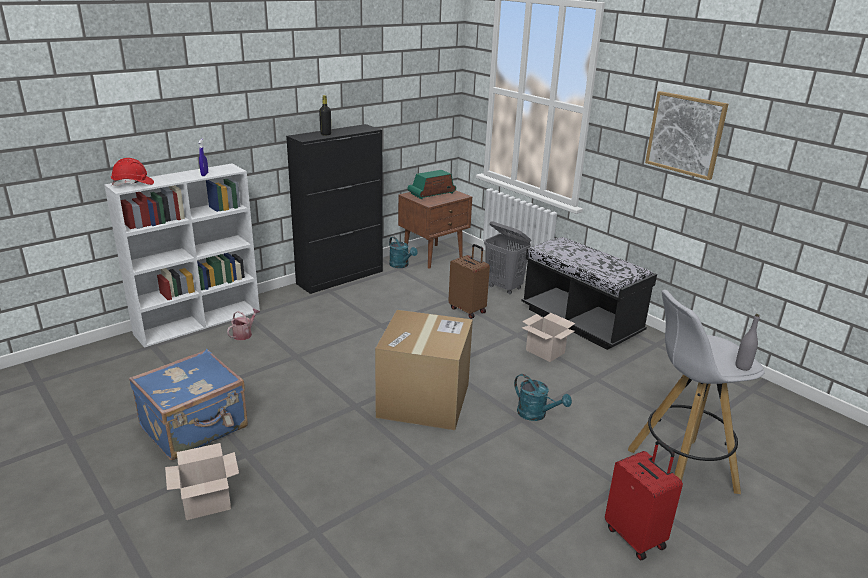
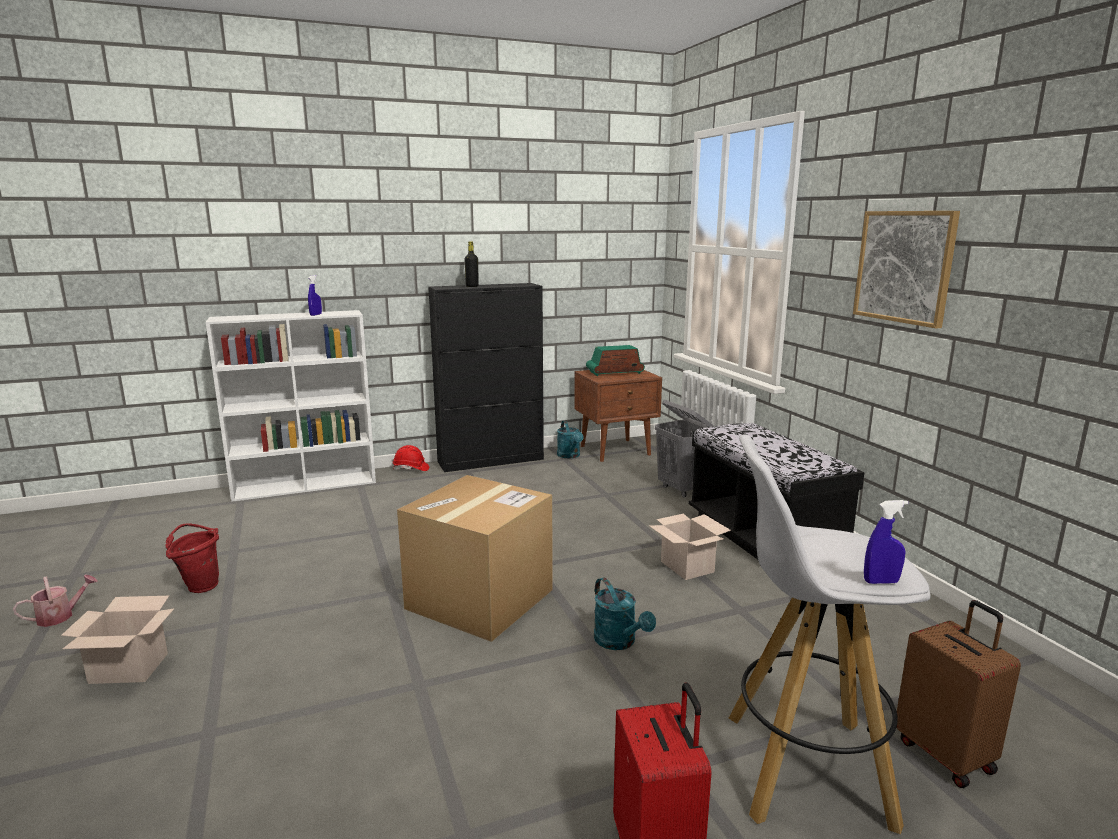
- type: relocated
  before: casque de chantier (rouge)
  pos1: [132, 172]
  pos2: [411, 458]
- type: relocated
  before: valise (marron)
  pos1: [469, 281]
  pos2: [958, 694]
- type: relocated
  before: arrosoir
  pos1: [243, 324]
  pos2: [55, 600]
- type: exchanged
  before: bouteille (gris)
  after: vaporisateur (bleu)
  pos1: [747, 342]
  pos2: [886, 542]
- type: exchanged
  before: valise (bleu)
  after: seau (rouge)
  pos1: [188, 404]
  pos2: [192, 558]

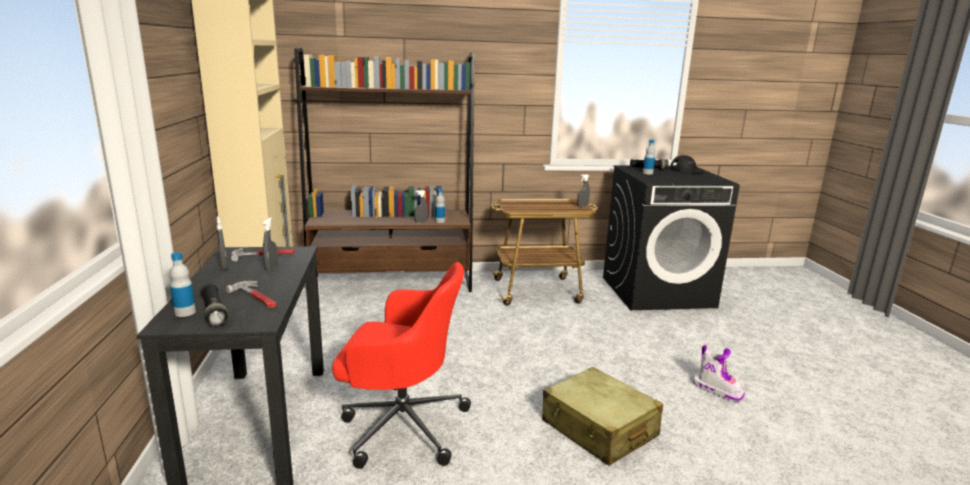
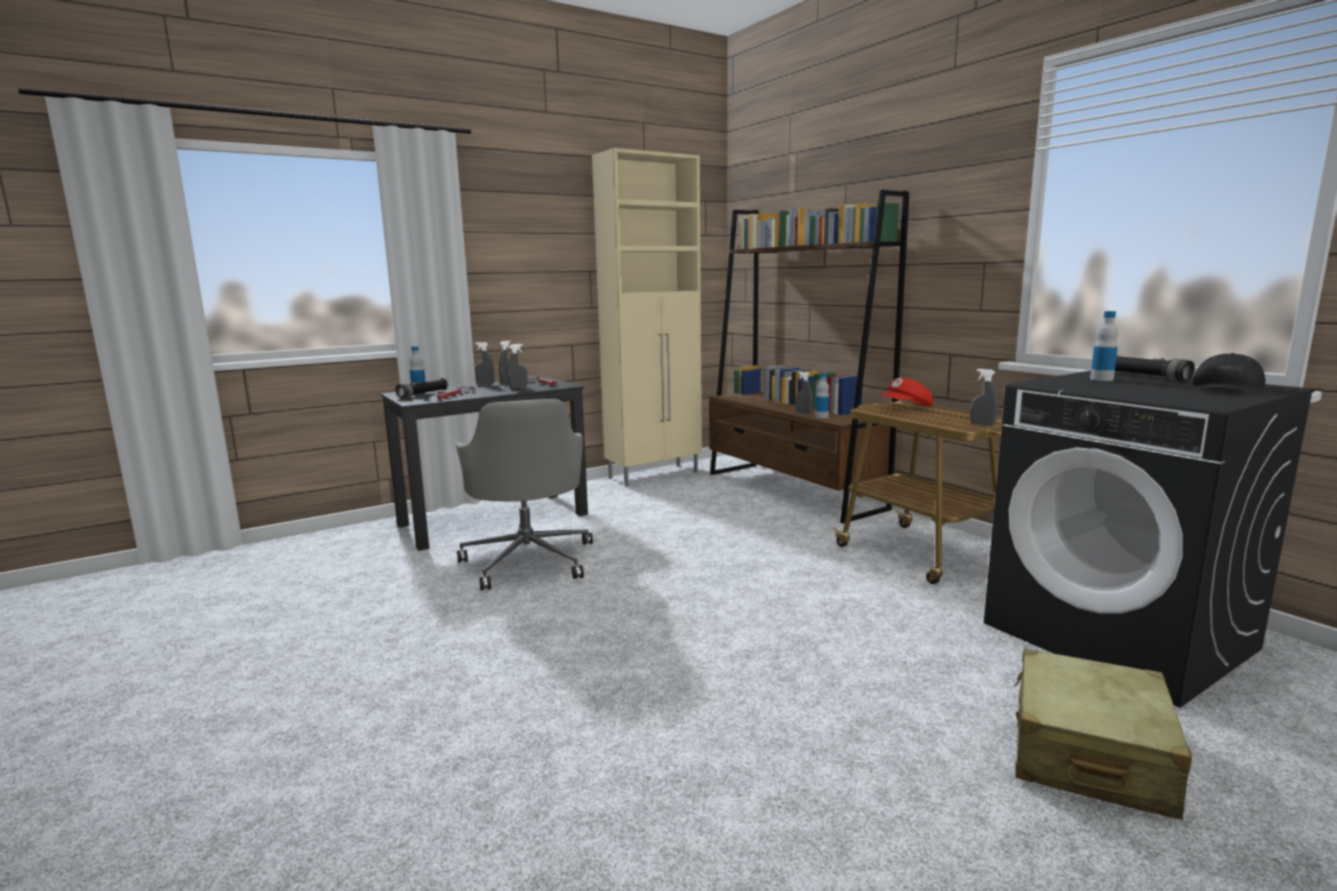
- type: colour
  before: chaise de bureau (rouge)
  after: chaise de bureau (gris)
  pos1: [401, 365]
  pos2: [524, 494]
- type: missing
  before: botte
  pos1: [719, 373]
- type: relocated
  before: valise (beige)
  pos1: [602, 416]
  pos2: [1103, 734]
- type: appeared
  after: vaporisateur (gris)
  pos2: [484, 363]
- type: appeared
  after: casquette (rouge)
  pos2: [906, 391]

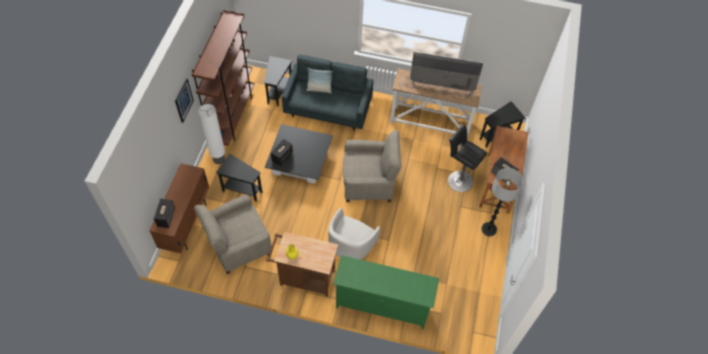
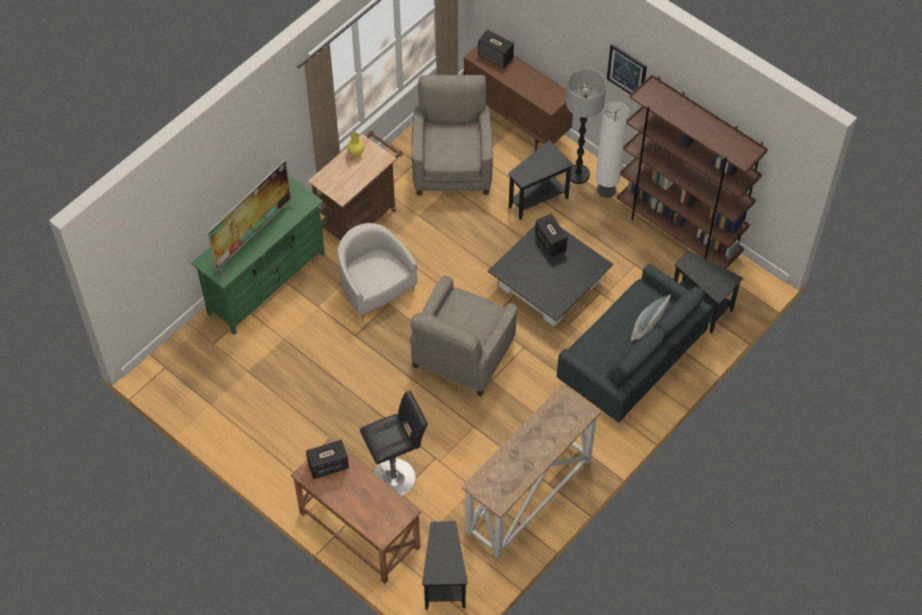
- type: relocated
  before: téléviseur
  pos1: [446, 75]
  pos2: [253, 219]
- type: relocated
  before: lampadaire
  pos1: [502, 202]
  pos2: [586, 126]

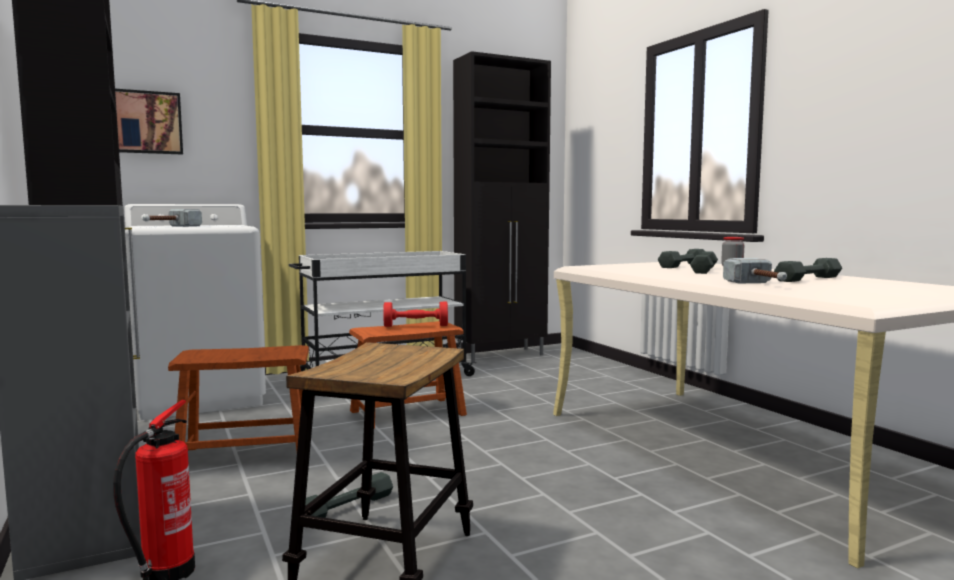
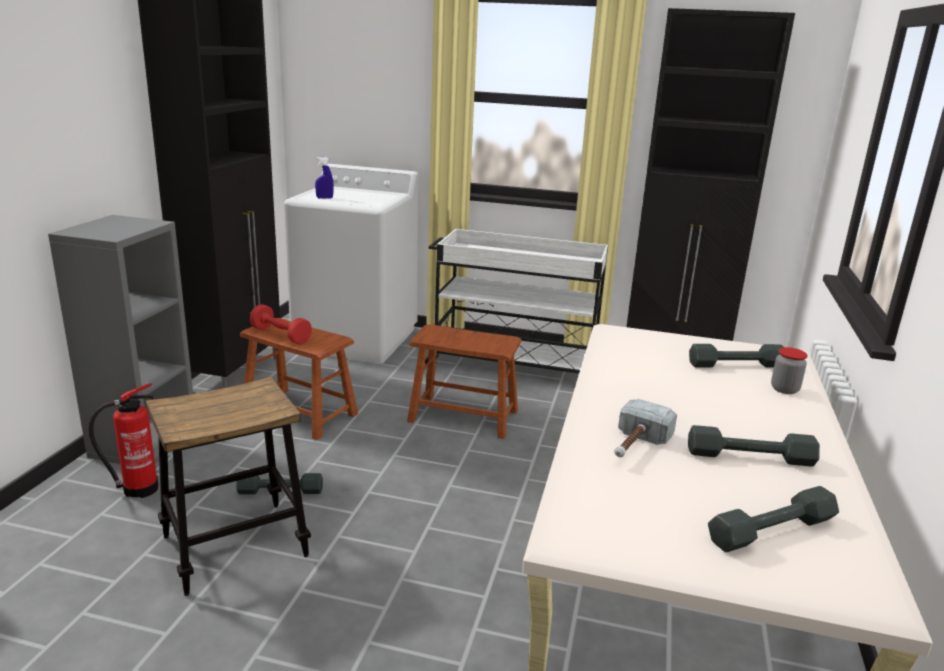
- type: missing
  before: tableau
  pos1: [149, 122]
- type: exchanged
  before: marteau
  after: vaporisateur (bleu)
  pos1: [172, 218]
  pos2: [324, 178]
- type: relocated
  before: haltère (gris)
  pos1: [704, 262]
  pos2: [773, 519]
- type: relocated
  before: haltère (rouge)
  pos1: [415, 314]
  pos2: [281, 324]

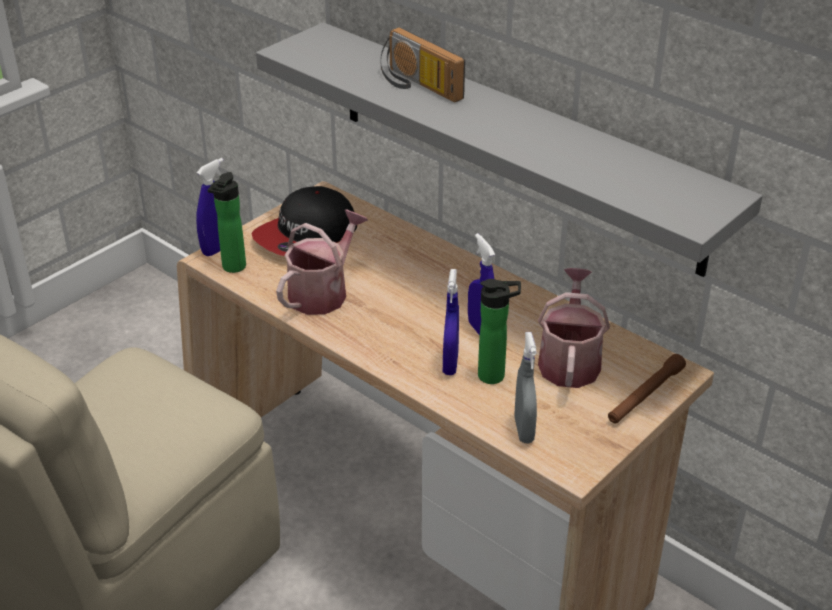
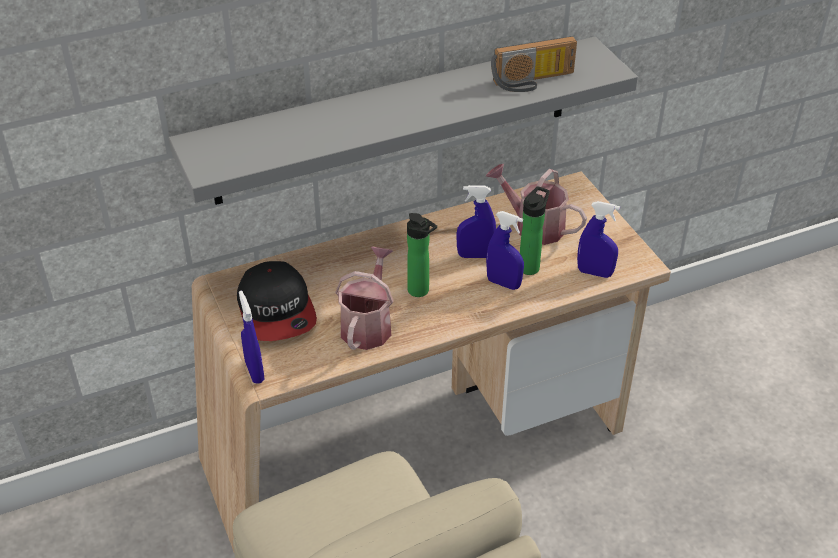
- type: relocated
  before: radio
  pos1: [422, 64]
  pos2: [534, 64]
- type: relocated
  before: bouteille
  pos1: [227, 222]
  pos2: [422, 255]
- type: spun
  before: arrosoir
  pos1: [322, 262]
  pos2: [364, 298]
  turn: 45
- type: colour
  before: vaporisateur (gris)
  after: vaporisateur (bleu)
  pos1: [525, 388]
  pos2: [598, 239]
- type: missing
  before: lampe de poche (marron)
  pos1: [647, 389]

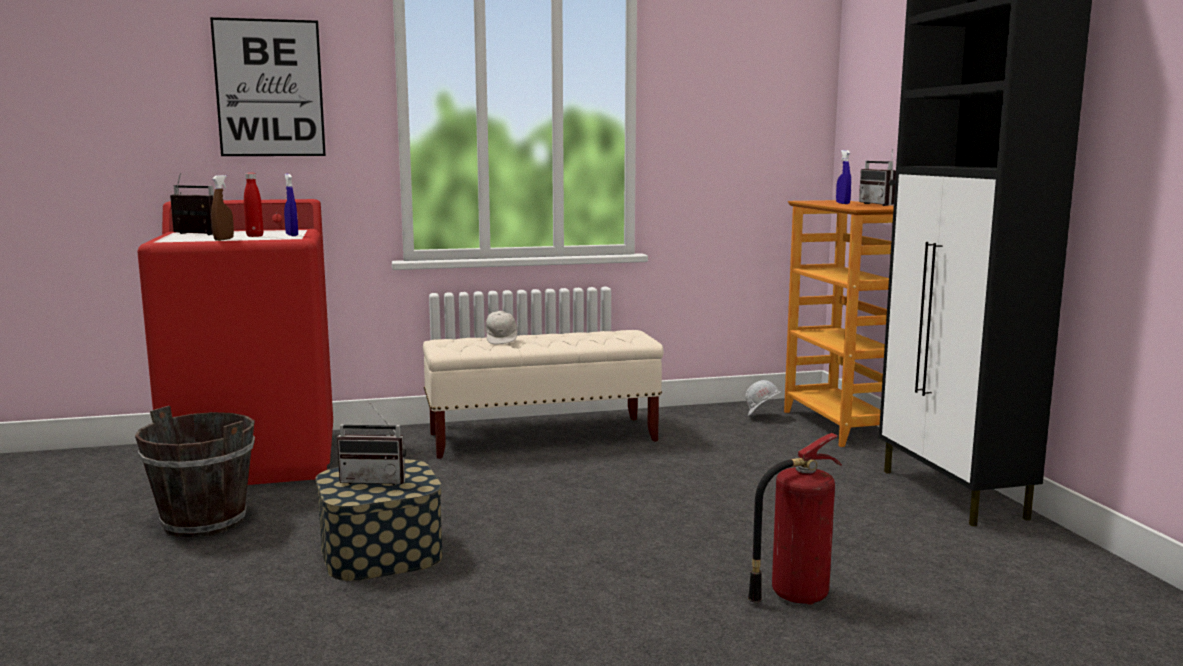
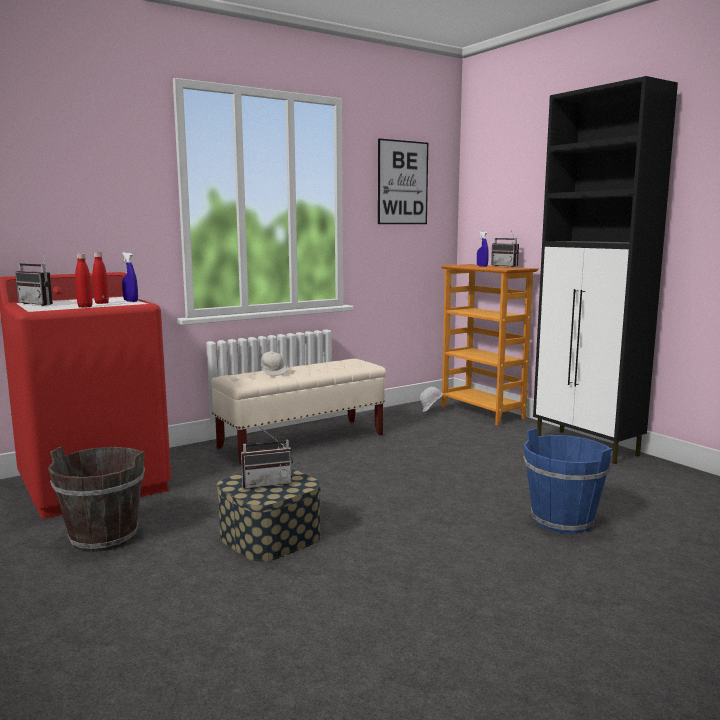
- type: relocated
  before: tableau
  pos1: [268, 86]
  pos2: [403, 181]
- type: spun
  before: radio
  pos1: [192, 204]
  pos2: [34, 279]
  turn: -150
- type: exchanged
  before: vaporisateur (marron)
  after: bouteille (rouge)
  pos1: [222, 208]
  pos2: [84, 280]
- type: exchanged
  before: extincteur
  after: seau (bleu)
  pos1: [795, 519]
  pos2: [568, 481]

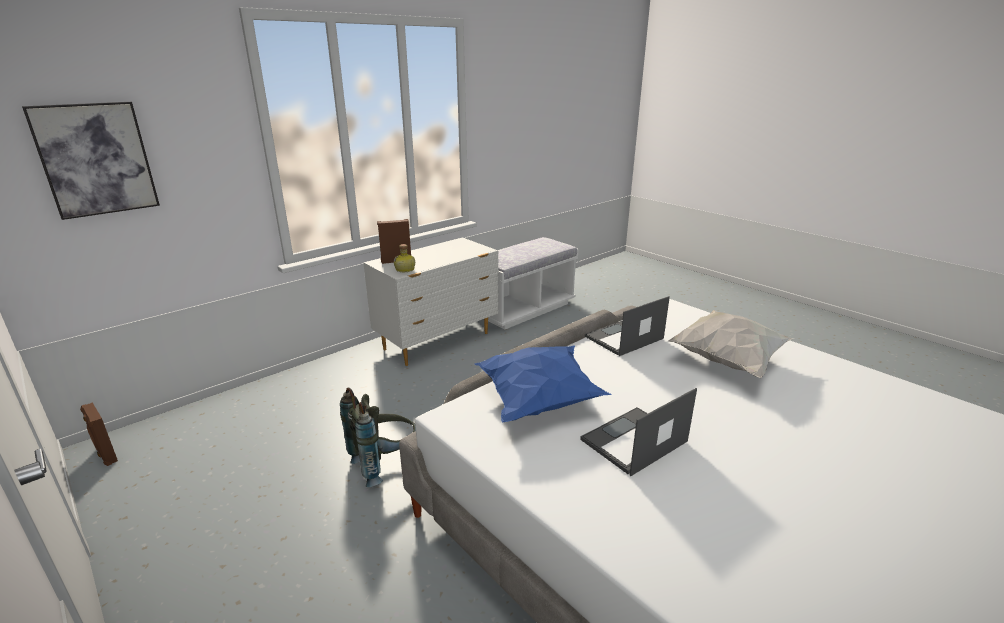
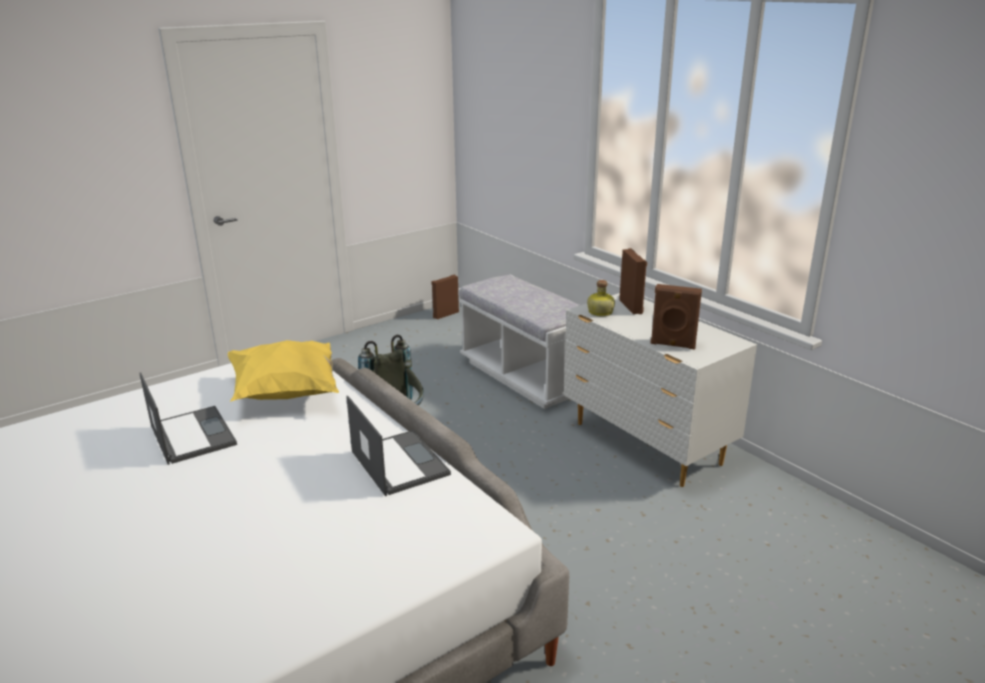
- type: missing
  before: tableau
  pos1: [91, 161]
- type: relocated
  before: banc (blanc)
  pos1: [533, 283]
  pos2: [519, 342]
- type: missing
  before: coussin (blanc)
  pos1: [731, 344]
- type: colour
  before: coussin (bleu)
  after: coussin (jaune)
  pos1: [543, 383]
  pos2: [283, 371]
- type: appeared
  after: enceinte (marron)
  pos2: [676, 317]

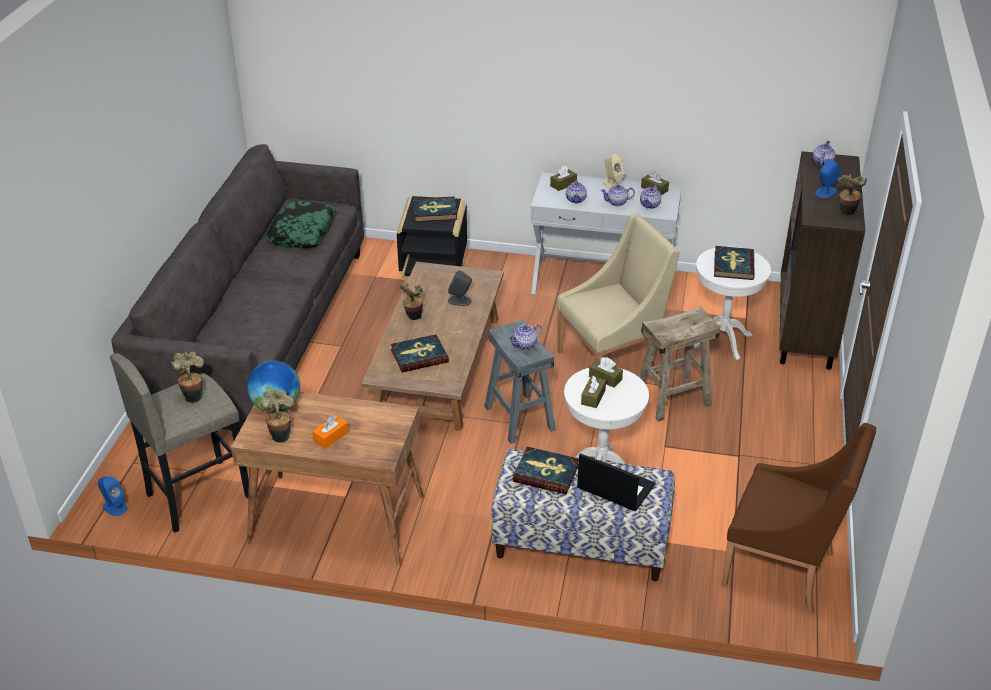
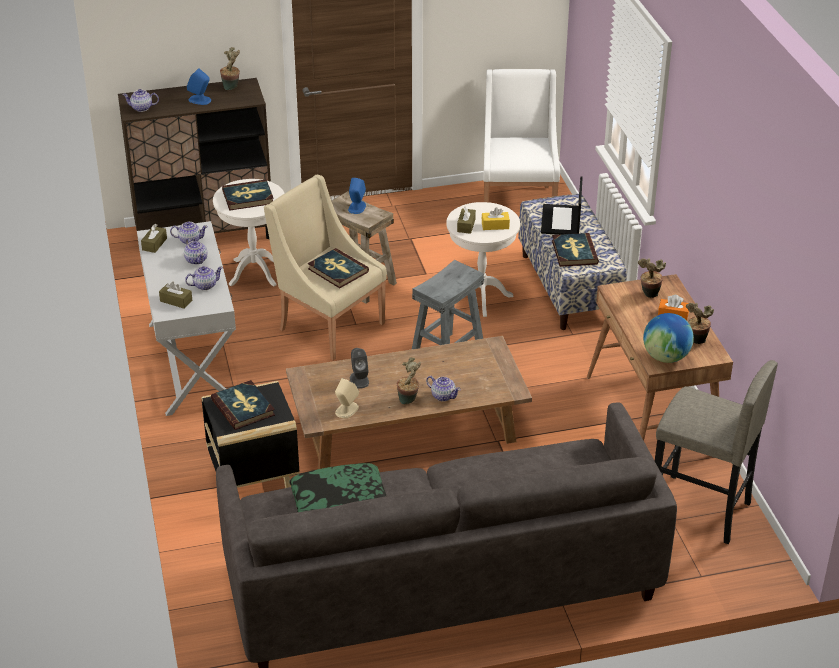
- type: relocated
  before: enceinte (beige)
  pos1: [613, 171]
  pos2: [347, 398]
- type: relocated
  before: théière
  pos1: [525, 337]
  pos2: [443, 388]
- type: relocated
  before: livre
  pos1: [420, 353]
  pos2: [338, 268]
- type: relocated
  before: plante en pot
  pos1: [187, 377]
  pos2: [652, 278]
- type: colour
  before: boîte à mouchoirs (marron)
  after: boîte à mouchoirs (jaune)
  pos1: [593, 392]
  pos2: [496, 218]
- type: colour
  before: fauteuil (marron)
  after: fauteuil (blanc)
  pos1: [799, 518]
  pos2: [521, 135]
- type: relocated
  before: enceinte (bleu)
  pos1: [112, 496]
  pos2: [357, 196]

